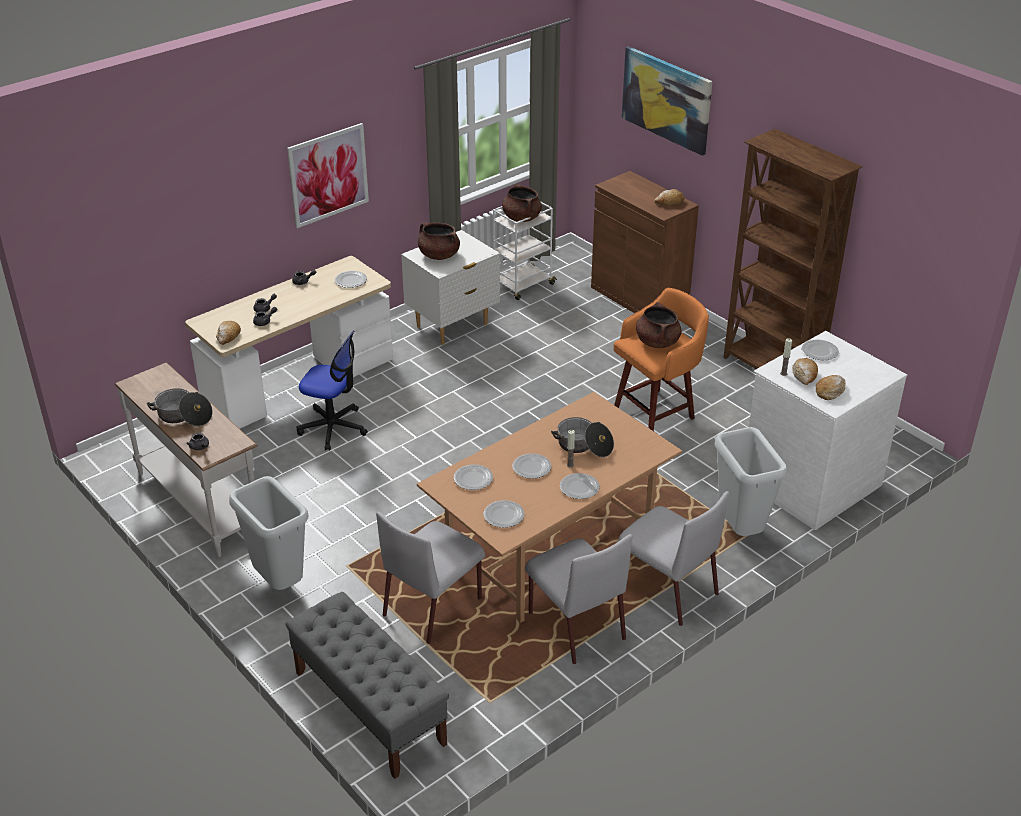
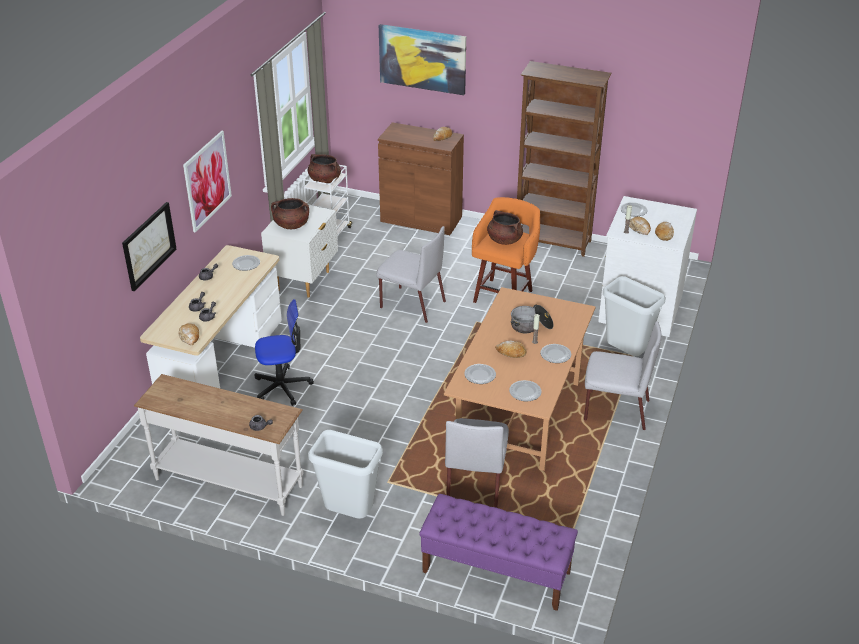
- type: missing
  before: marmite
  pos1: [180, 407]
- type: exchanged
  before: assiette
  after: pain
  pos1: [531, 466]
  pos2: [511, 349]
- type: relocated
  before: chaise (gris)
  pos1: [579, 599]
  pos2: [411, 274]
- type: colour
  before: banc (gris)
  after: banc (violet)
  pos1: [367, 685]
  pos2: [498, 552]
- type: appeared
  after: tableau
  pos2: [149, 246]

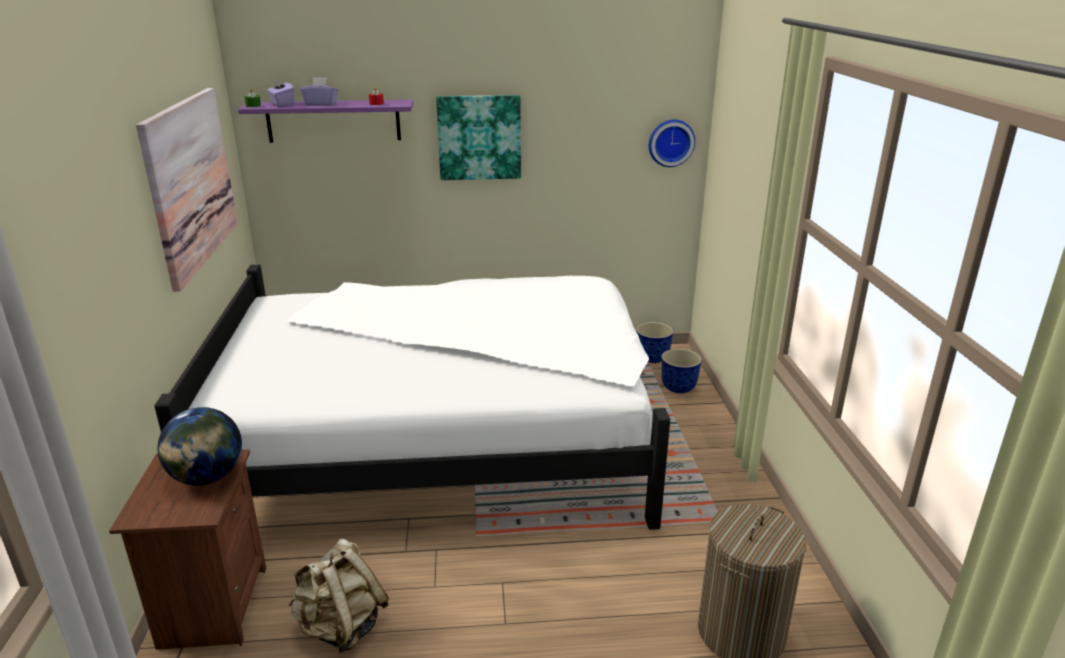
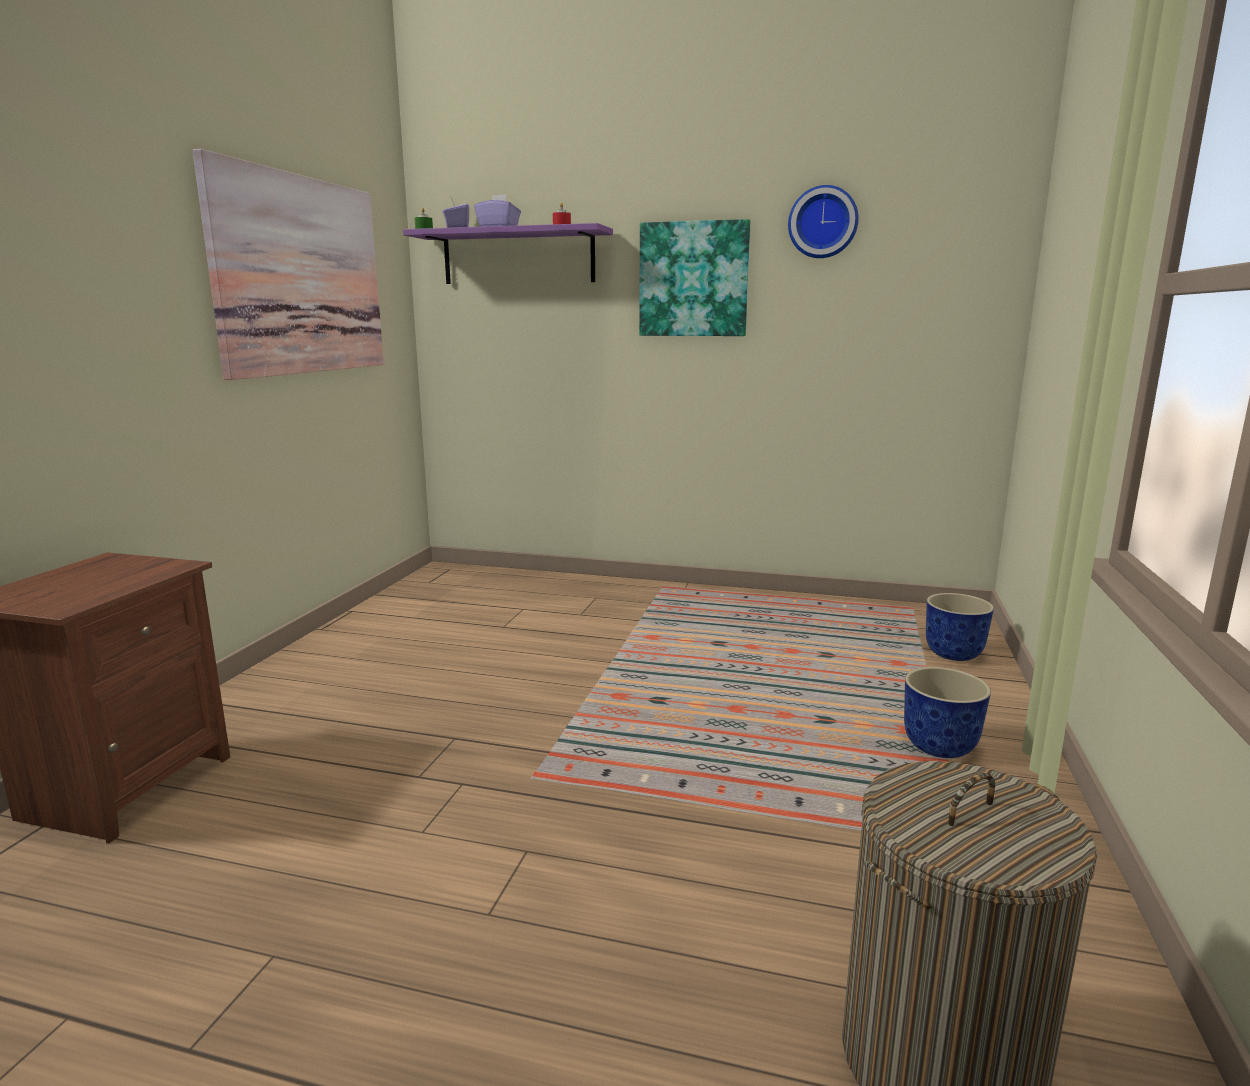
- type: relocated
  before: horloge murale
  pos1: [672, 143]
  pos2: [823, 221]
- type: missing
  before: lit (blanc)
  pos1: [412, 397]
- type: relocated
  before: cache-pot
  pos1: [654, 342]
  pos2: [947, 712]
- type: missing
  before: globe
  pos1: [199, 446]
- type: missing
  before: sac à dos (beige)
  pos1: [339, 596]

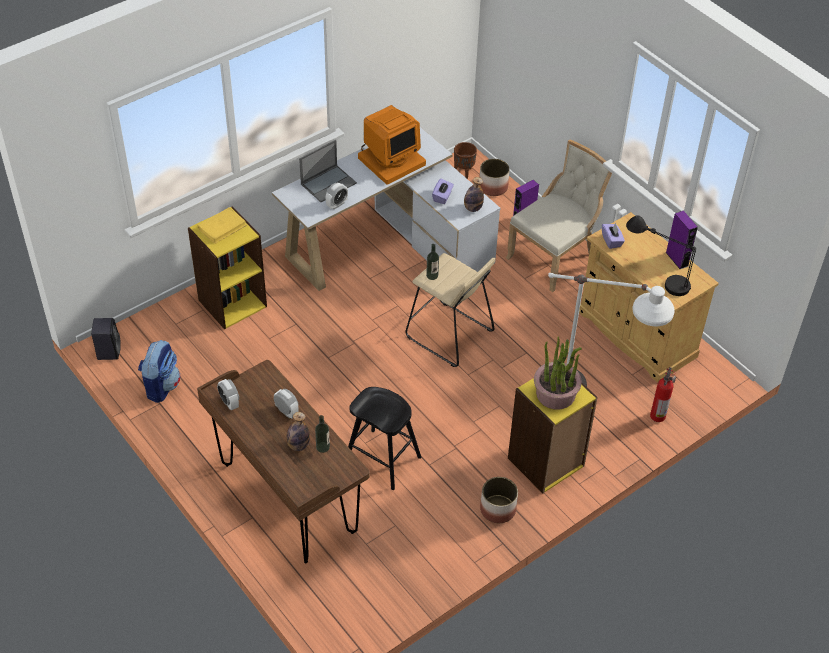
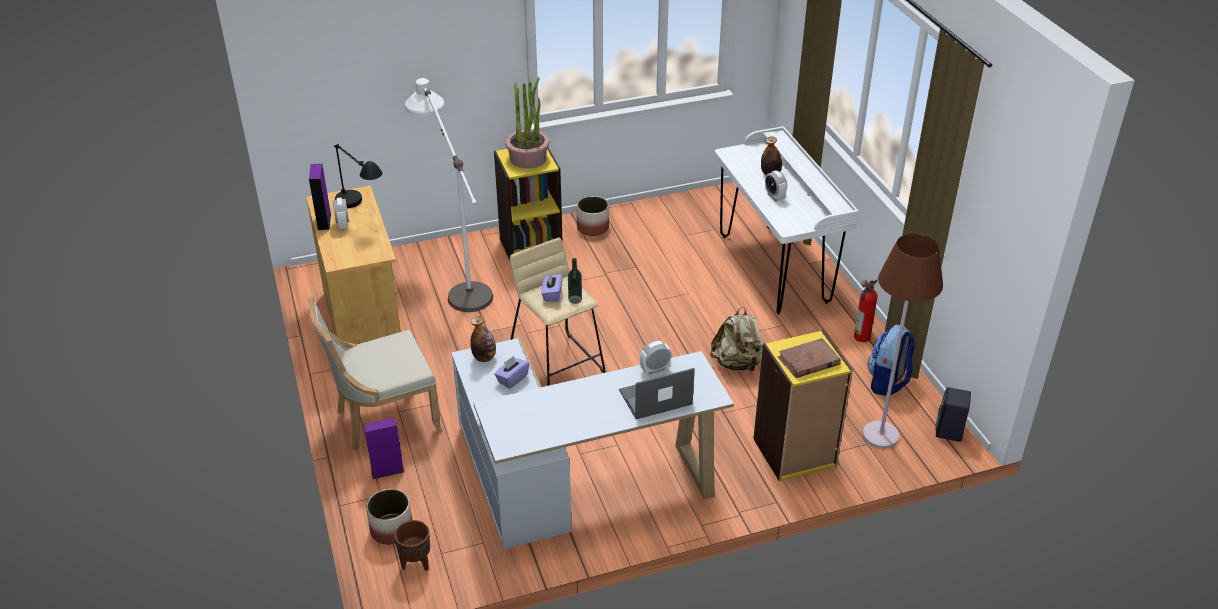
- type: missing
  before: écran d'ordinateur
  pos1: [392, 145]
- type: colour
  before: livre (jaune)
  after: livre (marron)
  pos1: [222, 225]
  pos2: [809, 358]
- type: relocated
  before: boîte à mouchoirs (violet)
  pos1: [613, 236]
  pos2: [551, 287]
- type: colour
  before: bureau (marron)
  after: bureau (blanc)
  pos1: [283, 461]
  pos2: [786, 220]
- type: relocated
  before: extincteur
  pos1: [663, 394]
  pos2: [865, 311]
- type: relocated
  before: réveil
  pos1: [228, 394]
  pos2: [341, 214]
- type: missing
  before: tabouret (noir)
  pos1: [384, 438]
- type: missing
  before: bouteille
  pos1: [322, 434]
- type: appeared
  after: lampadaire (marron)
  pos2: [903, 341]
- type: appeared
  after: sac à dos (beige)
  pos2: [737, 339]

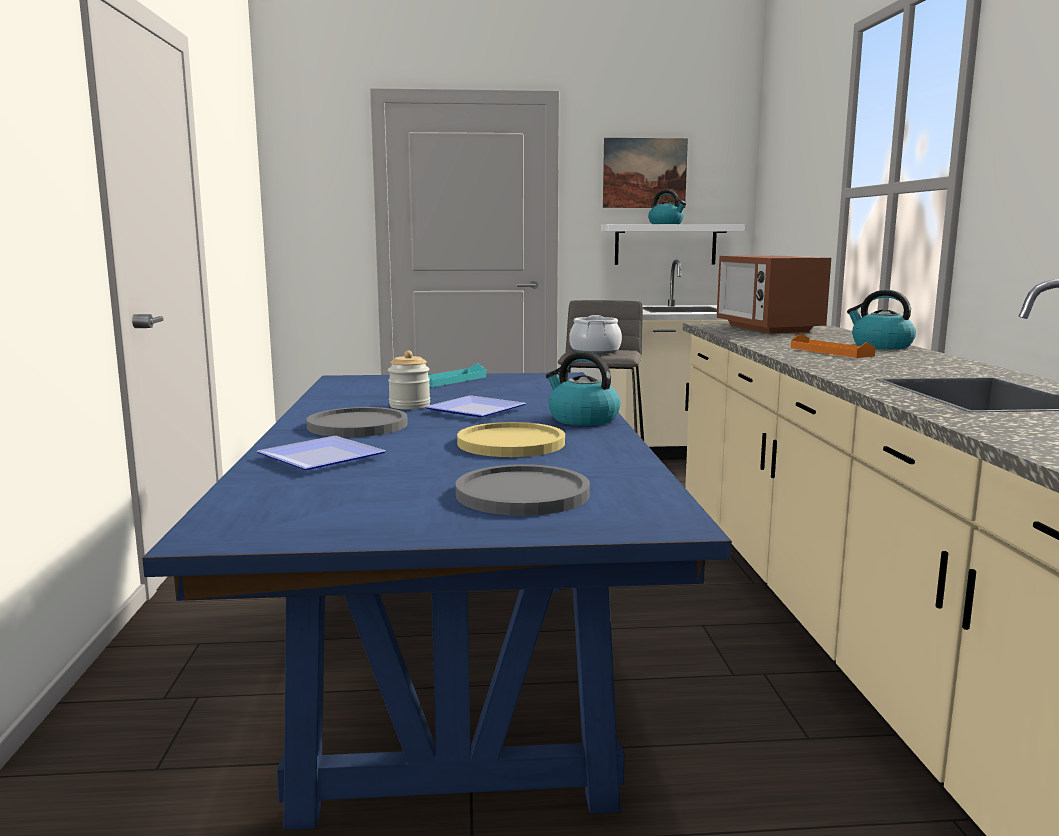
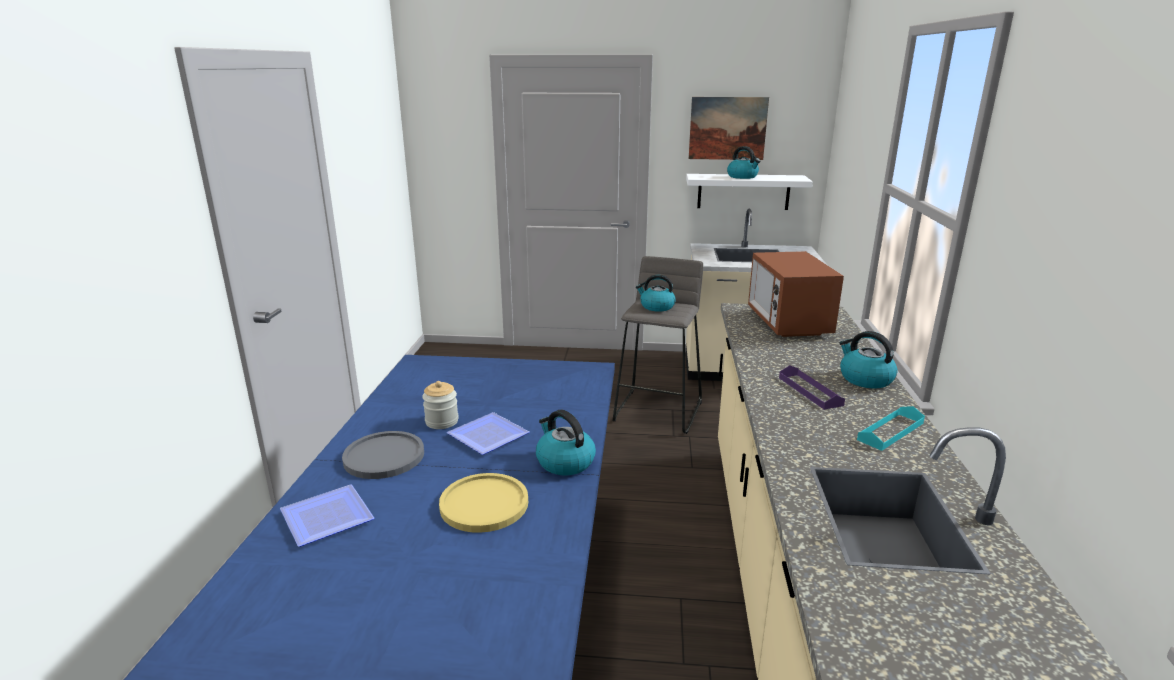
- type: exchanged
  before: marmite
  after: bouilloire
  pos1: [595, 334]
  pos2: [656, 293]
- type: colour
  before: plateau (orange)
  after: plateau (violet)
  pos1: [833, 345]
  pos2: [812, 387]
- type: relocated
  before: plateau (turquoise)
  pos1: [457, 375]
  pos2: [891, 428]
- type: missing
  before: assiette (gris)
  pos1: [523, 490]

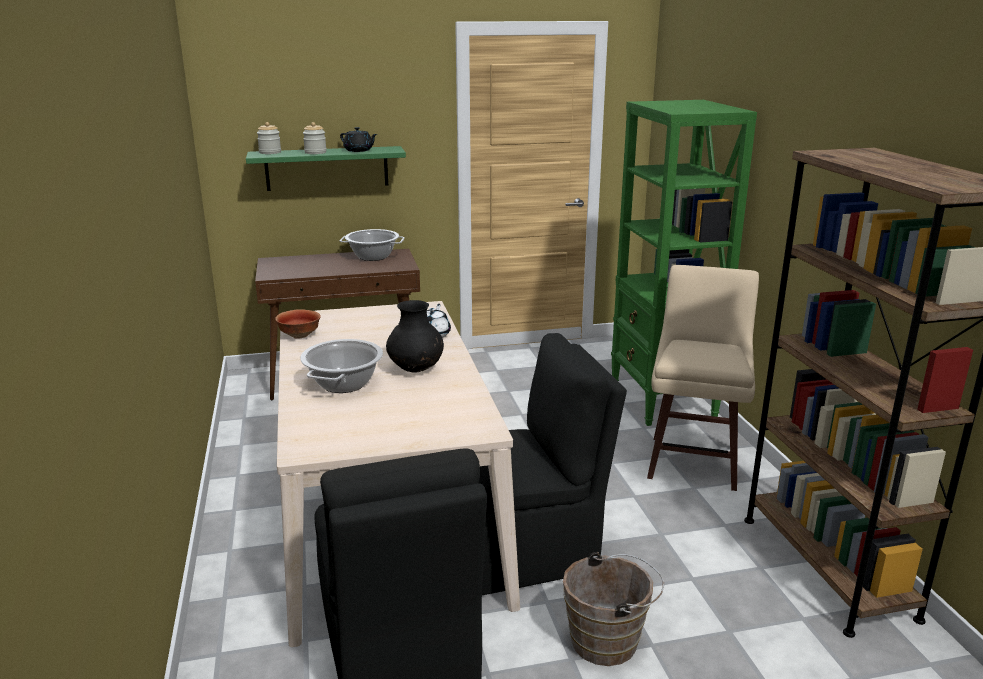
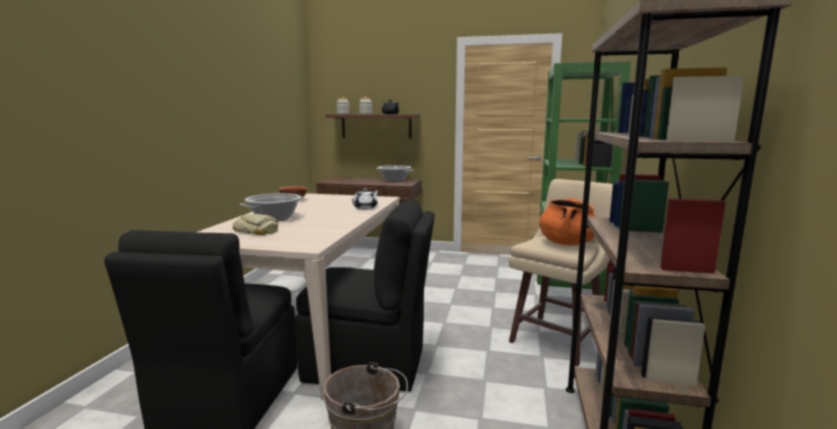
- type: colour
  before: étagère (vert)
  after: étagère (marron)
  pos1: [326, 168]
  pos2: [372, 126]
- type: missing
  before: vase (noir)
  pos1: [415, 336]
- type: appeared
  after: marmite (orange)
  pos2: [567, 221]
- type: appeared
  after: pain
  pos2: [255, 224]

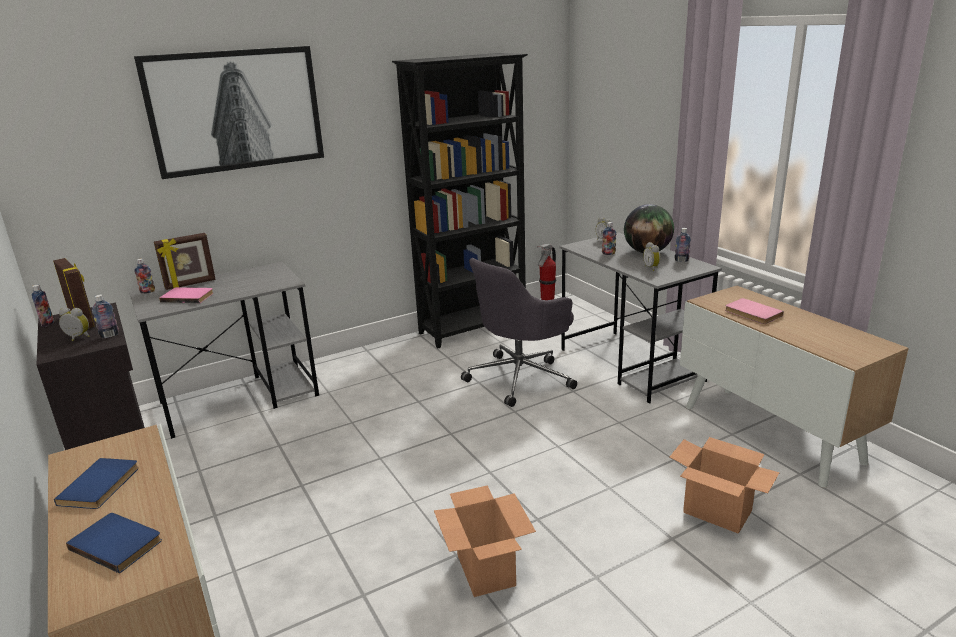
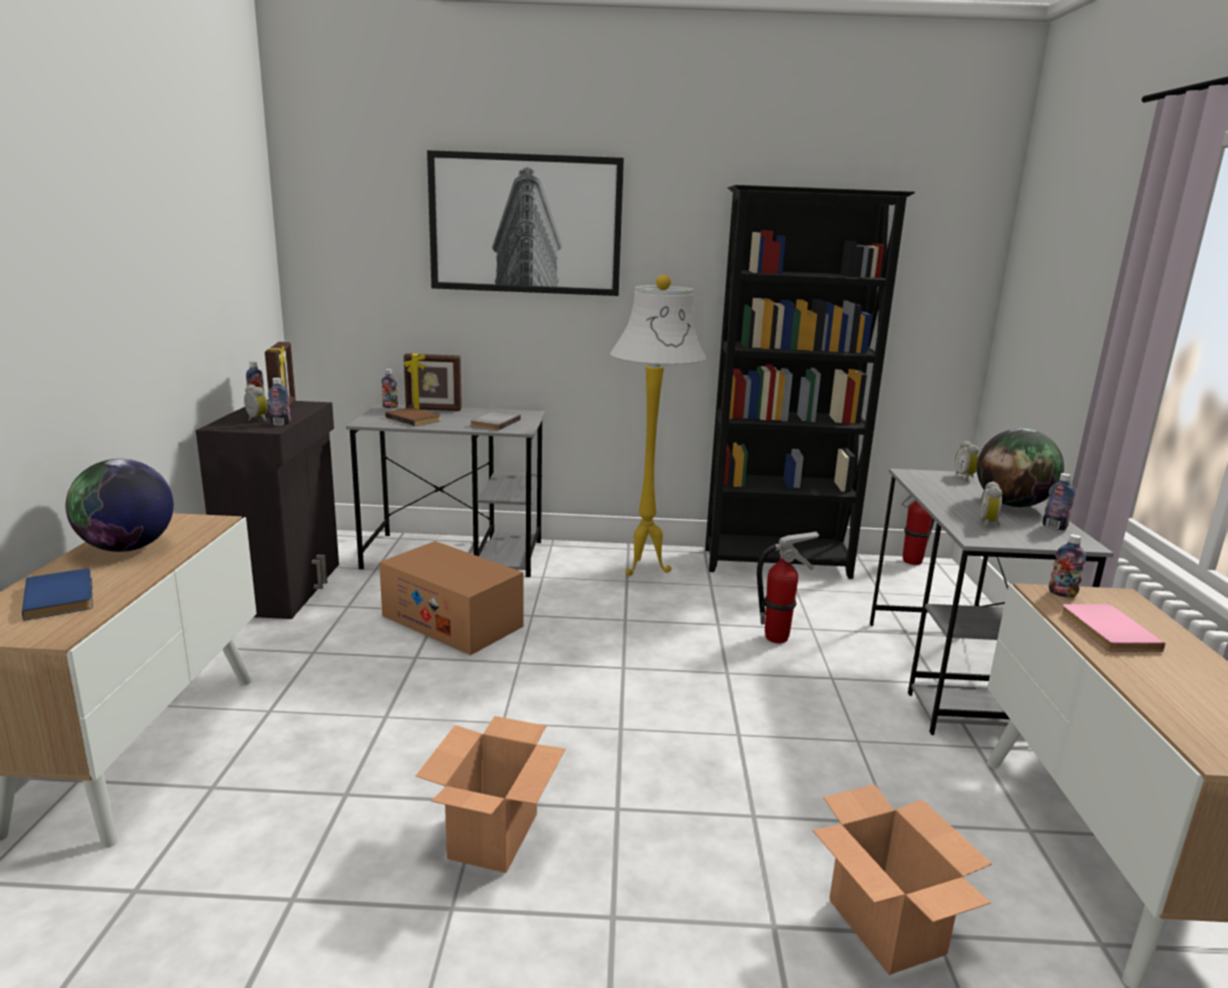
- type: relocated
  before: bouteille
  pos1: [609, 238]
  pos2: [1067, 566]
- type: exchanged
  before: chaise de bureau (gris)
  after: extincteur
  pos1: [519, 332]
  pos2: [788, 587]
- type: colour
  before: livre (rose)
  after: livre (marron)
  pos1: [186, 295]
  pos2: [412, 416]
- type: exchanged
  before: livre (bleu)
  after: globe
  pos1: [96, 483]
  pos2: [120, 505]
- type: appeared
  after: lampadaire (blanc)
  pos2: [658, 425]
- type: appeared
  after: livre (gris)
  pos2: [495, 420]
- type: appeared
  after: carton
  pos2: [451, 598]

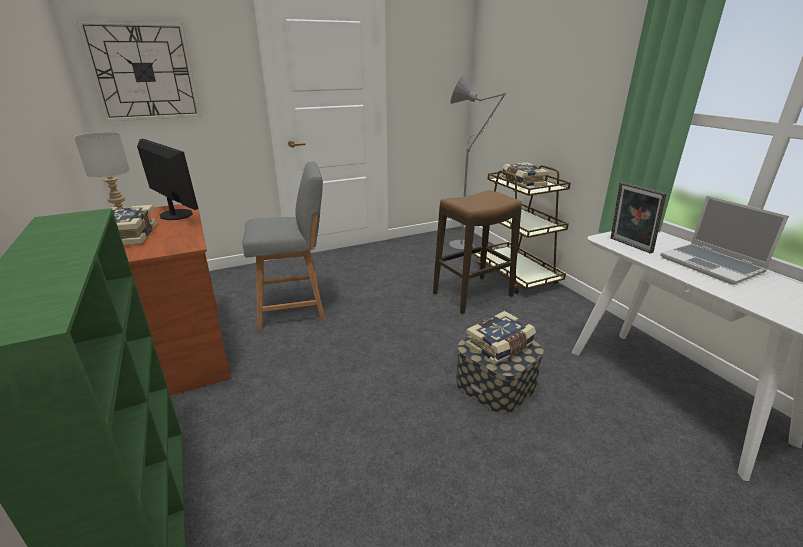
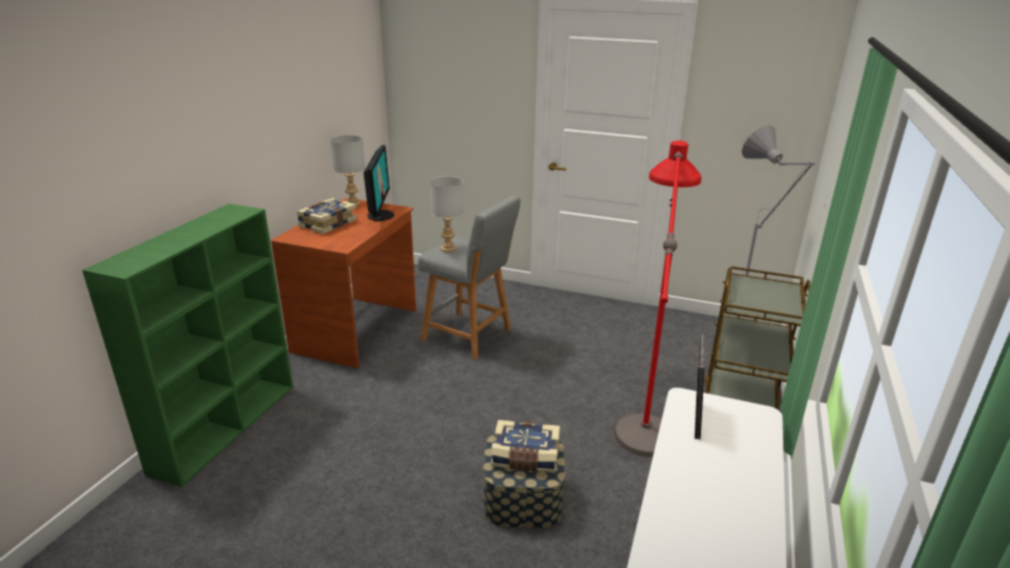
- type: missing
  before: horloge murale
  pos1: [139, 71]
- type: missing
  before: livre
  pos1: [525, 175]
- type: exchanged
  before: tabouret
  after: lampadaire (rouge)
  pos1: [477, 252]
  pos2: [658, 298]
- type: missing
  before: ordinateur portable
  pos1: [724, 240]
- type: appeared
  after: lampe de table (gris)
  pos2: [447, 214]

